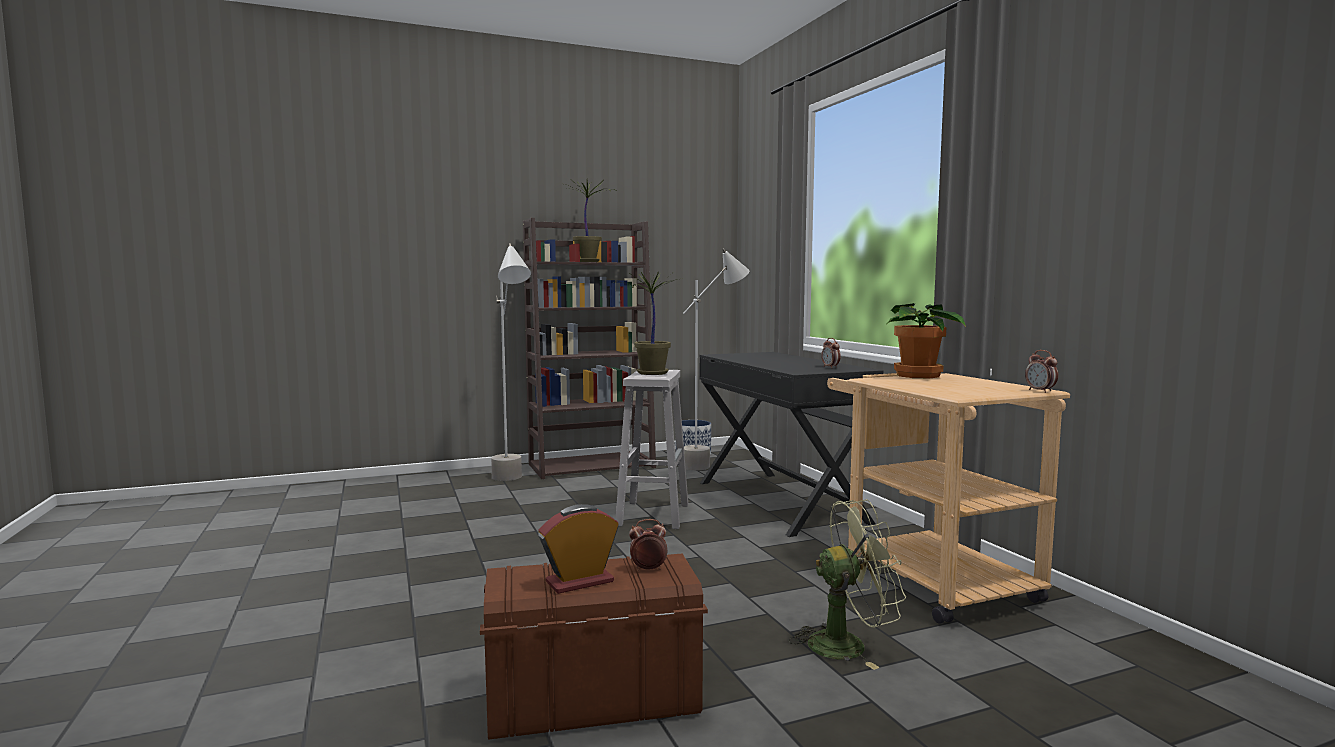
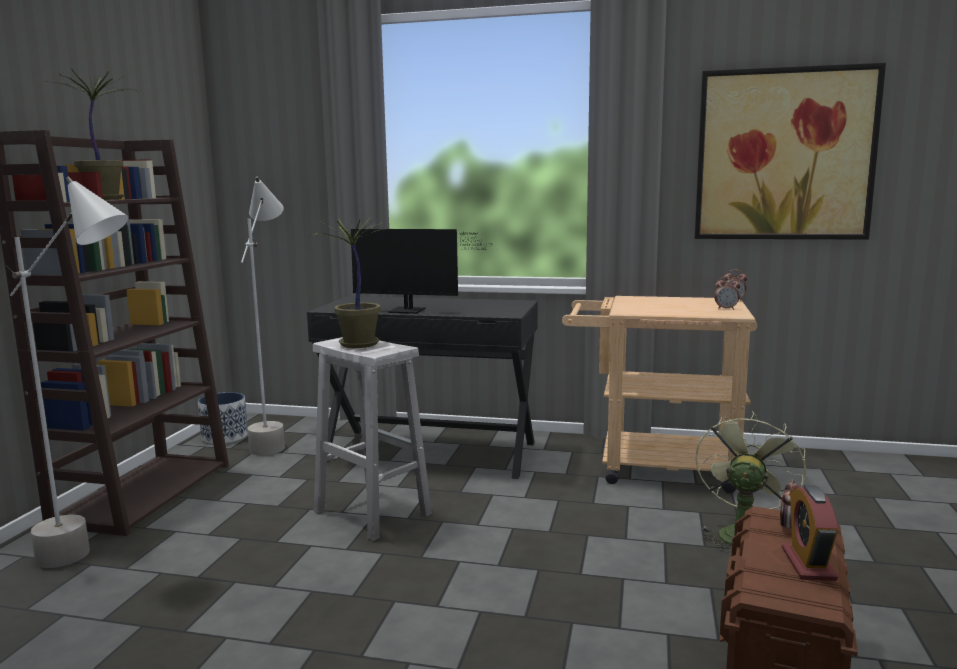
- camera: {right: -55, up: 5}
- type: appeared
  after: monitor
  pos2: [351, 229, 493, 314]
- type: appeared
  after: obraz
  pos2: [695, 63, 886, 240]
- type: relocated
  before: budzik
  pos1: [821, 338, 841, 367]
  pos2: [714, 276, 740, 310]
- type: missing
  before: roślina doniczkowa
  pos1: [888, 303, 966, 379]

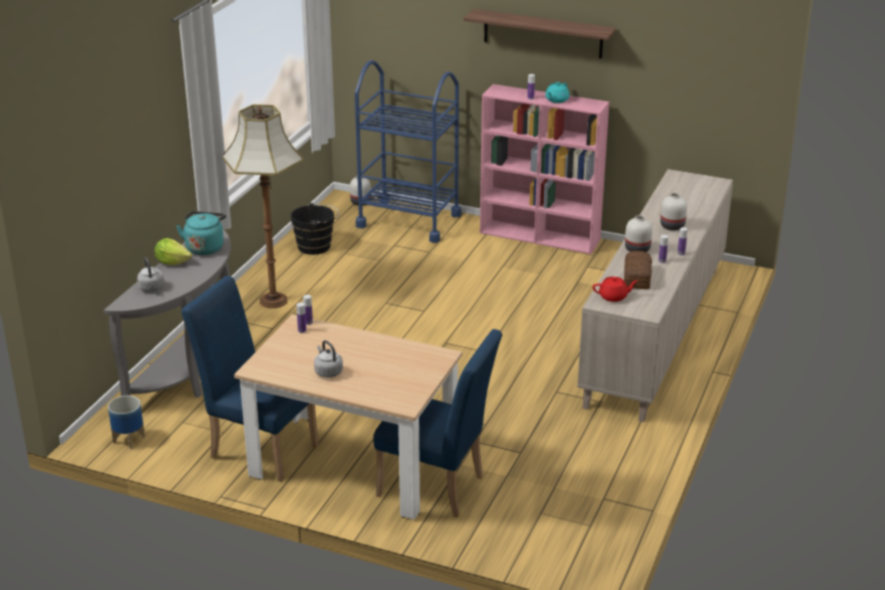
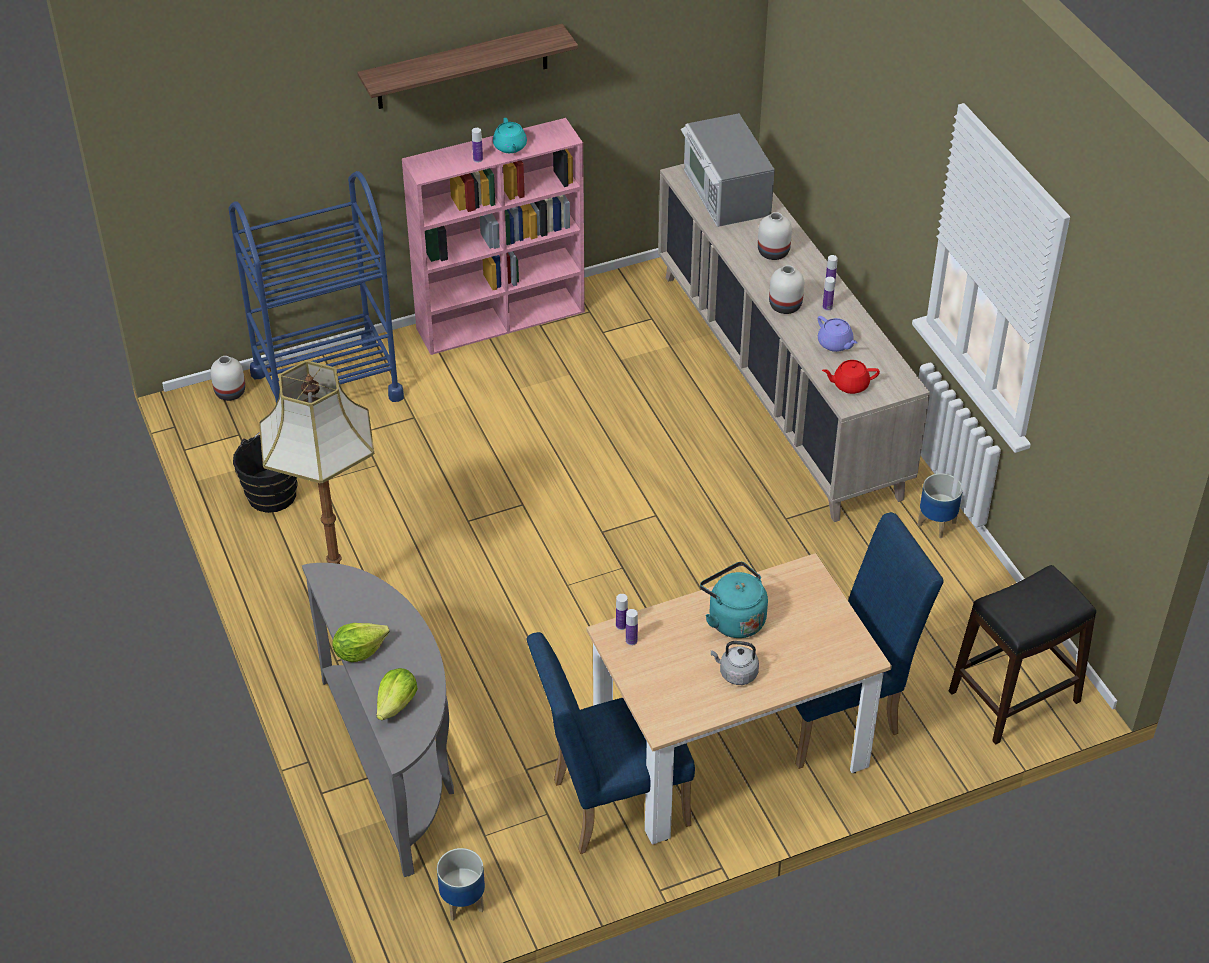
- camera: {right: -45, up: 15}
- type: exchanged
  before: czajnik/szary
  after: sałata
  pos1: [137, 257, 164, 291]
  pos2: [377, 668, 418, 720]
- type: appeared
  after: mikrofalówka
  pos2: [681, 113, 775, 227]
- type: relocated
  before: czajnik/turkusowy
  pos1: [176, 211, 226, 255]
  pos2: [700, 562, 768, 638]
- type: exchanged
  before: chleb
  after: imbryk/fioletowy
  pos1: [624, 251, 652, 289]
  pos2: [818, 316, 858, 352]
- type: spun
  before: imbryk/czerwony
  pos1: [593, 277, 638, 302]
  pos2: [822, 360, 880, 394]
  turn: -135
- type: appeared
  after: donica
  pos2: [918, 473, 963, 538]
- type: appeared
  after: stołek/czarny
  pos2: [949, 565, 1096, 745]

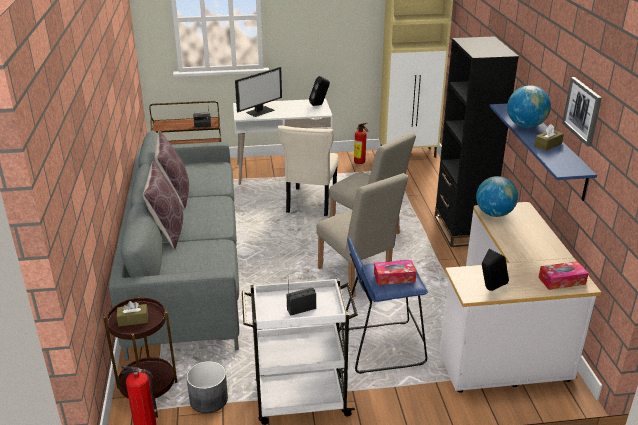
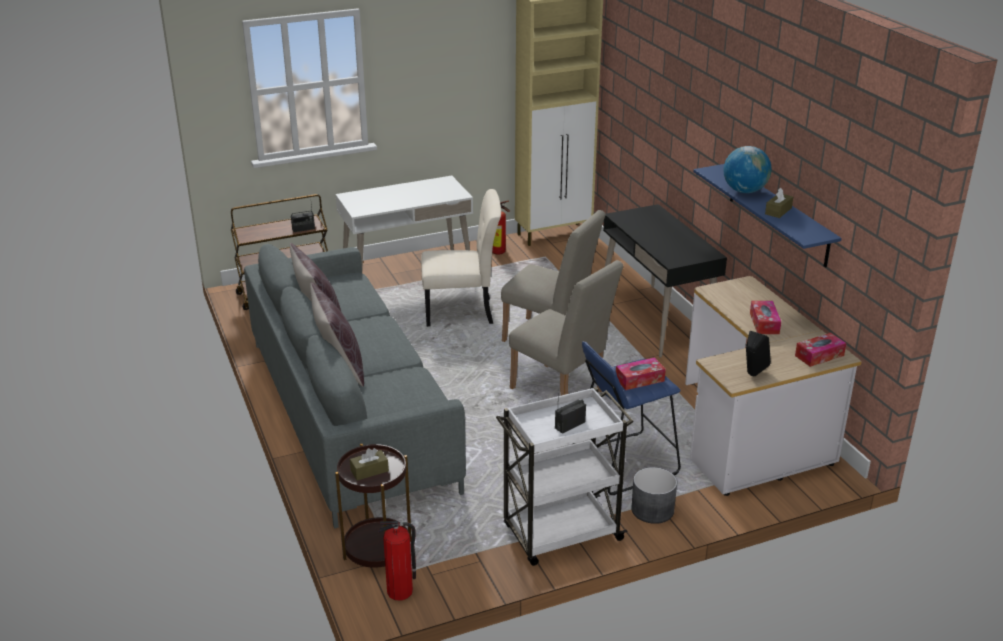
- camera: {right: -15, up: 0}
- type: spun
  before: krzesło/beżowy
  pos1: [278, 125, 339, 216]
  pos2: [421, 189, 501, 327]
  turn: -90
- type: exchanged
  before: regał/czarny
  after: biurko/czarny
  pos1: [435, 36, 519, 247]
  pos2: [603, 204, 727, 358]
- type: relocated
  before: donica/szary
  pos1: [186, 361, 228, 413]
  pos2: [631, 467, 677, 524]
- type: appeared
  after: pudełko chusteczek
  pos2: [750, 301, 781, 334]
- type: missing
  before: monitor
  pos1: [235, 67, 282, 117]
- type: missing
  before: głośnik/czarny
  pos1: [309, 76, 330, 106]
- type: missing
  before: globus
  pos1: [476, 176, 518, 217]
- type: missing
  before: obraz
  pos1: [562, 77, 602, 147]

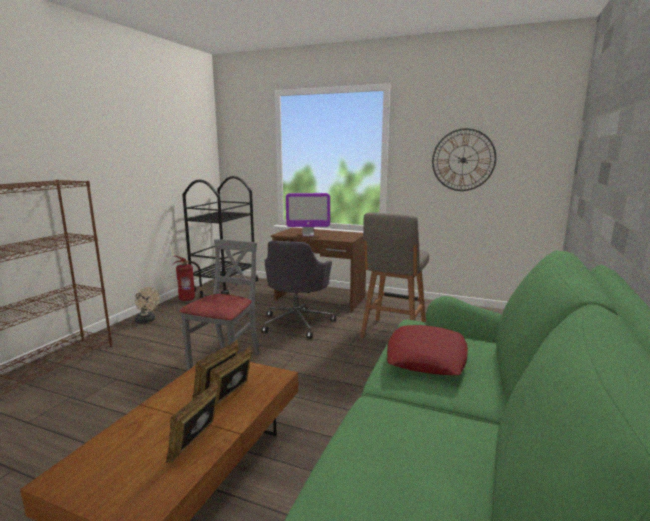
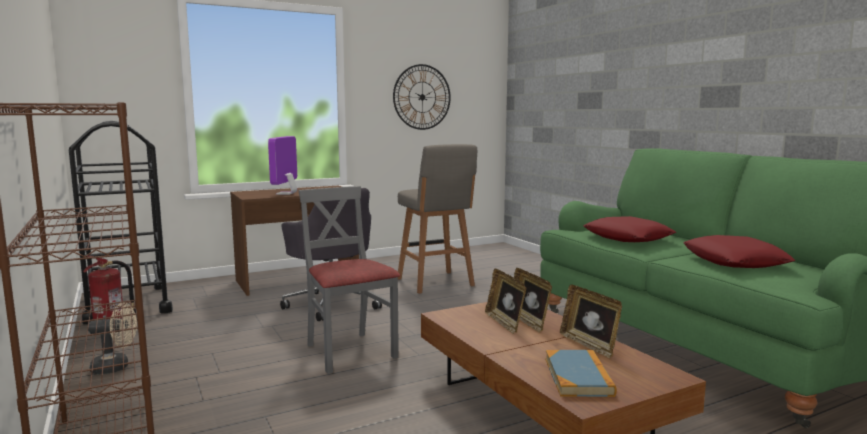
- camera: {right: -50, up: -5}
- type: spun
  before: monitor
  pos1: [286, 193, 330, 236]
  pos2: [268, 136, 297, 195]
  turn: 150
- type: appeared
  after: książka
  pos2: [545, 350, 617, 397]
- type: appeared
  after: poduszka/czerwony
  pos2: [684, 235, 796, 268]

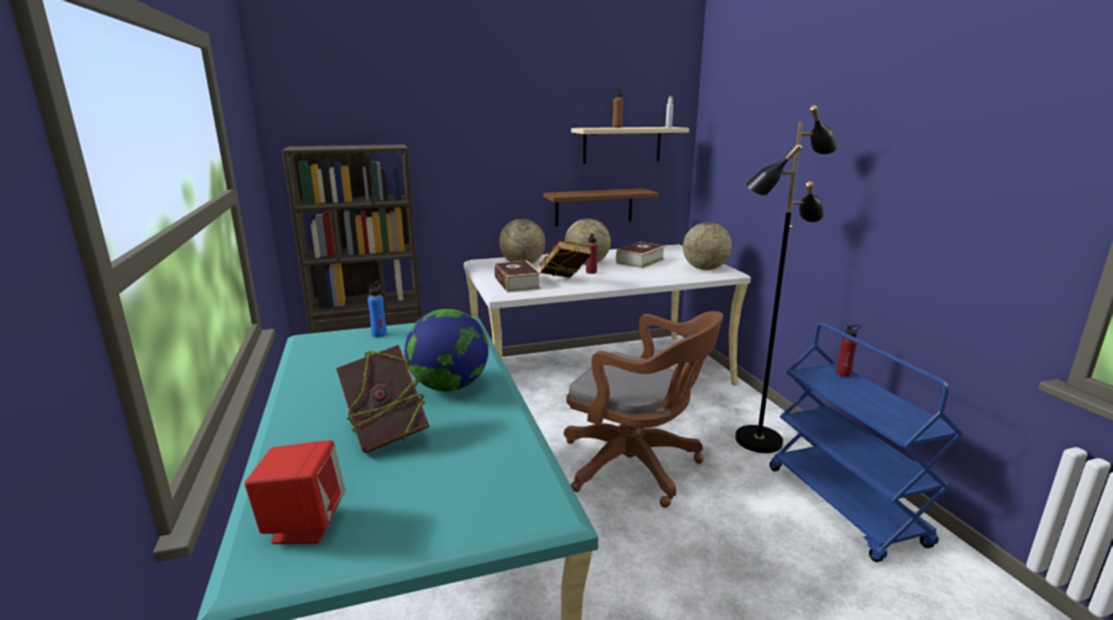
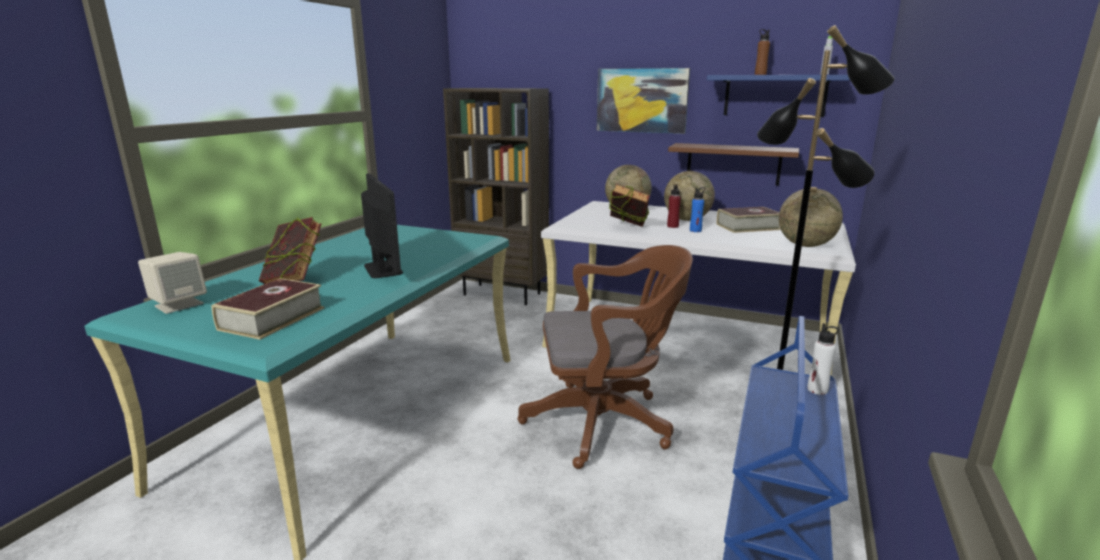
- camera: {right: 40, up: 0}
- type: colour
  before: głośnik/czerwony
  after: głośnik/beżowy
  pos1: [245, 440, 345, 544]
  pos2: [138, 252, 207, 314]
- type: relocated
  before: książka
  pos1: [494, 260, 541, 292]
  pos2: [211, 278, 324, 340]
- type: exchanged
  before: globus
  after: monitor
  pos1: [405, 309, 488, 391]
  pos2: [361, 173, 403, 278]
- type: spun
  before: krzesło biurowe/brązowy
  pos1: [564, 311, 723, 508]
  pos2: [517, 245, 693, 469]
  turn: -75
- type: appeared
  after: obraz
  pos2: [597, 68, 690, 134]
- type: relocated
  before: butelka/niebieski
  pos1: [368, 281, 387, 337]
  pos2: [690, 187, 705, 232]
- type: colour
  before: półka/beżowy
  after: półka/niebieski
  pos1: [571, 127, 689, 164]
  pos2: [707, 75, 850, 117]
- type: colour
  before: butelka/czerwony
  after: butelka/biały
  pos1: [836, 324, 861, 377]
  pos2: [807, 323, 839, 395]

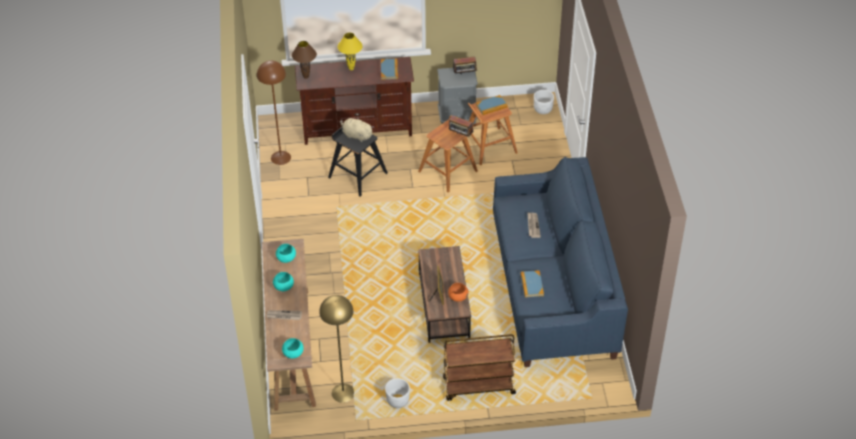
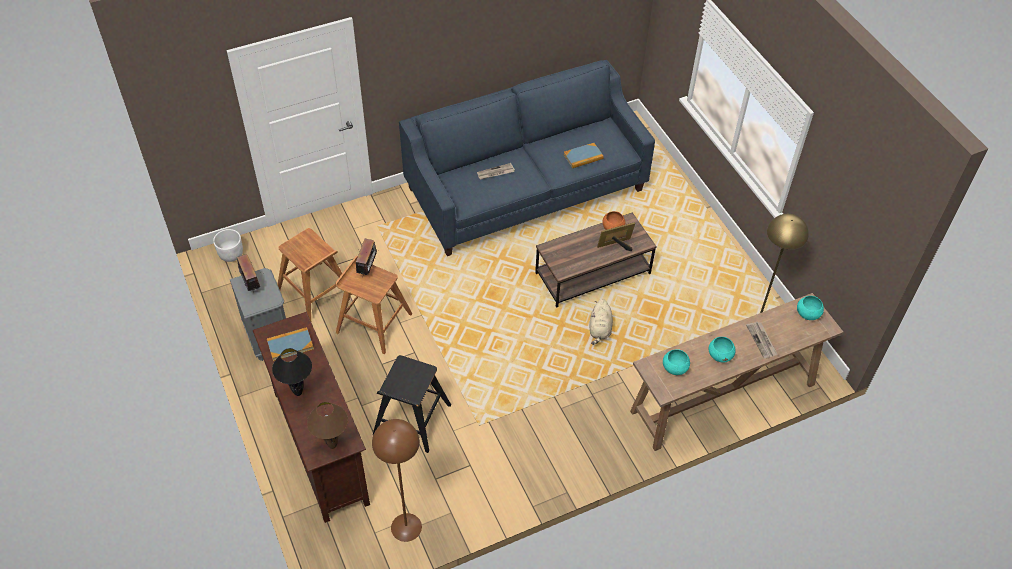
- camera: {right: -110, up: 5}
- type: colour
  before: lampa stołowa/żółty
  after: lampa stołowa/czarny
  pos1: [338, 33, 362, 70]
  pos2: [272, 348, 312, 396]
- type: relocated
  before: pluszak/beżowy
  pos1: [340, 117, 374, 142]
  pos2: [590, 299, 613, 345]
- type: missing
  before: donica/biały
  pos1: [385, 378, 410, 408]
- type: missing
  before: wózek/brązowy
  pos1: [443, 334, 516, 401]
- type: missing
  before: książka
  pos1: [476, 95, 508, 115]

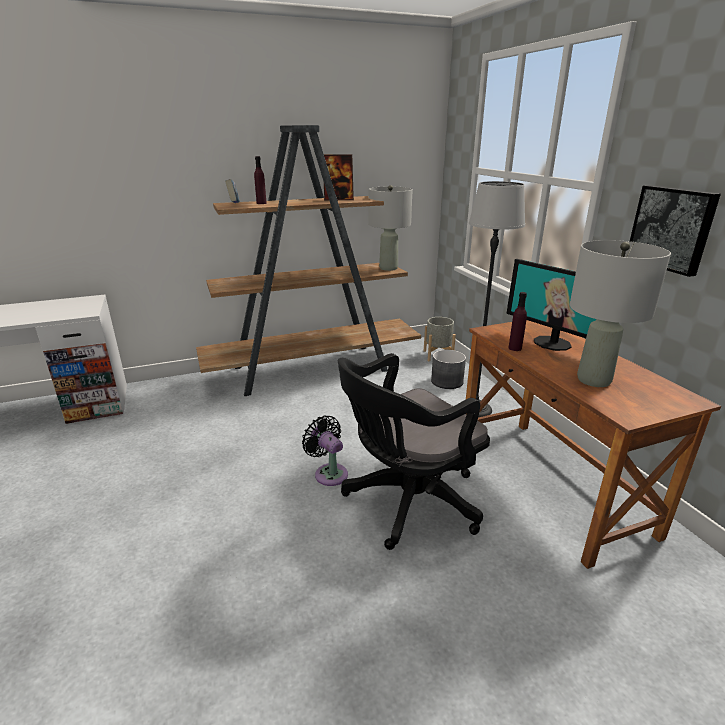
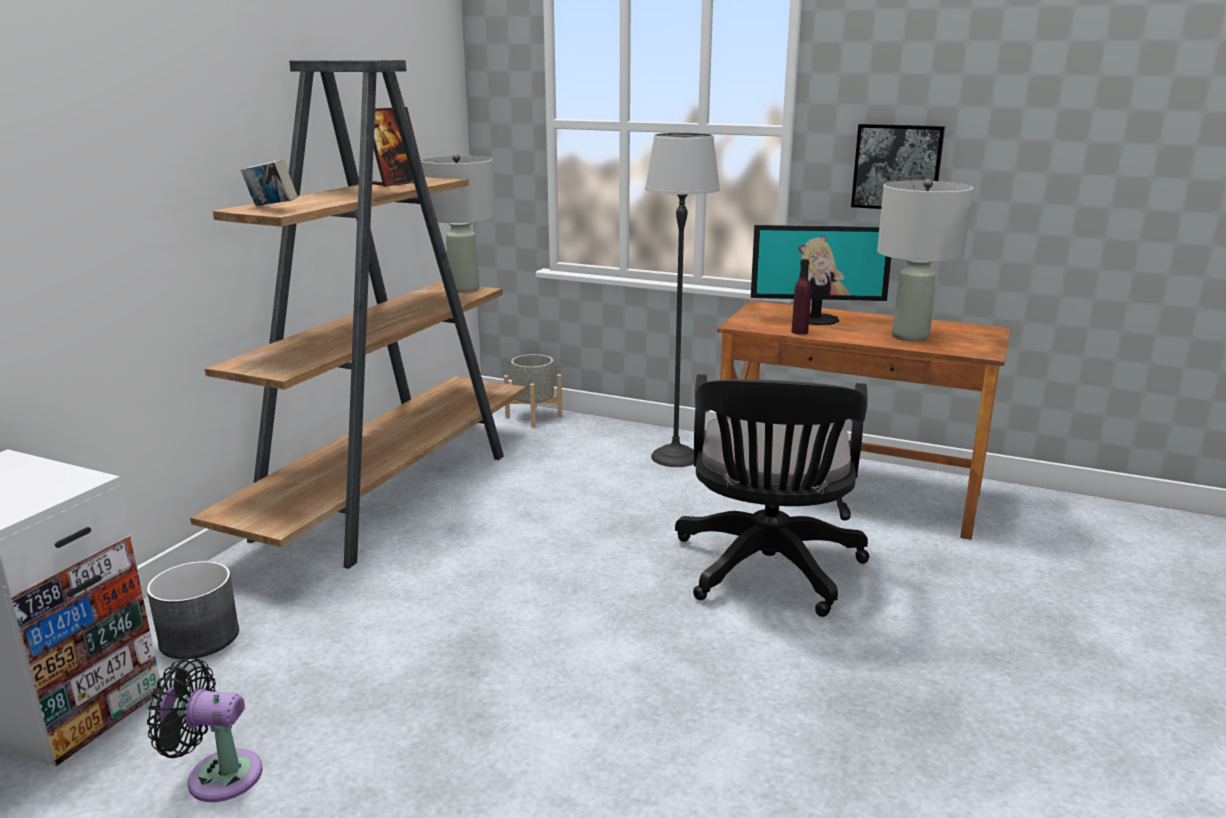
- camera: {right: -45, up: -5}
- type: relocated
  before: donica/szary
  pos1: [431, 350, 466, 389]
  pos2: [147, 561, 239, 659]
- type: relocated
  before: wentylator/czarny
  pos1: [302, 415, 348, 486]
  pos2: [147, 657, 263, 802]
- type: missing
  before: butelka/fioletowy
  pos1: [254, 156, 267, 204]

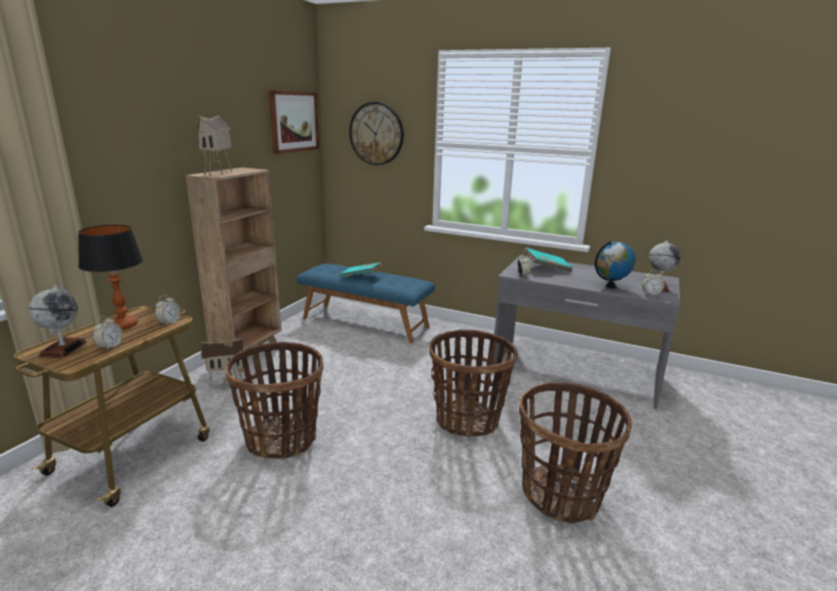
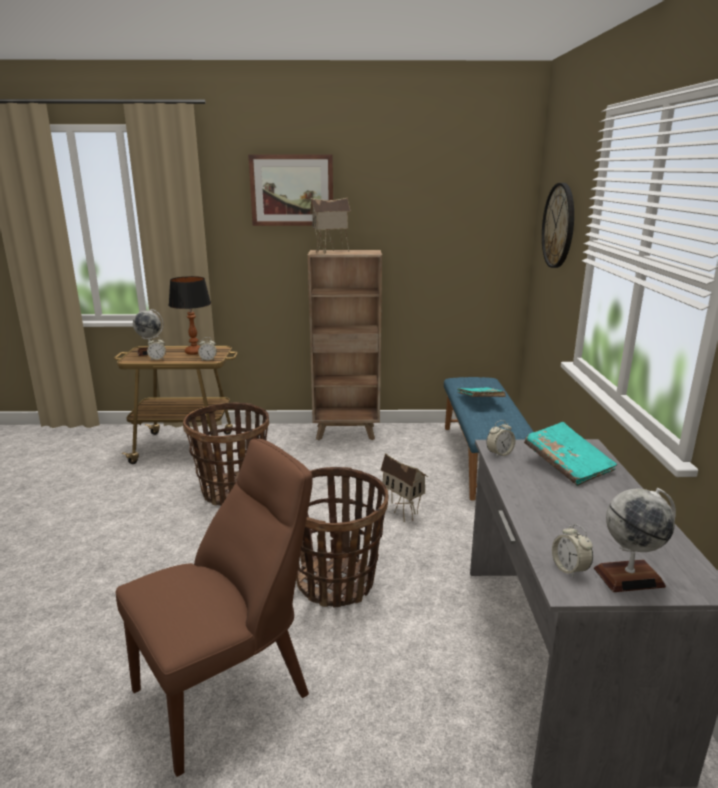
- camera: {right: 65, up: 0}
- type: exchanged
  before: koszyk
  after: krzesło/brązowy
  pos1: [519, 382, 632, 523]
  pos2: [115, 439, 313, 777]
- type: relocated
  before: obraz
  pos1: [268, 90, 319, 154]
  pos2: [248, 155, 333, 226]
- type: relocated
  before: domek
  pos1: [201, 338, 245, 393]
  pos2: [381, 453, 428, 522]
- type: missing
  before: globus
  pos1: [595, 241, 636, 289]

